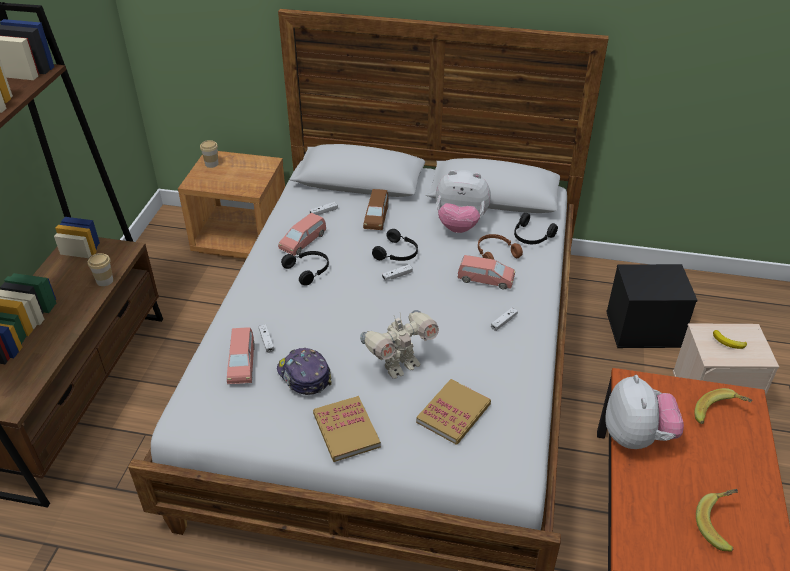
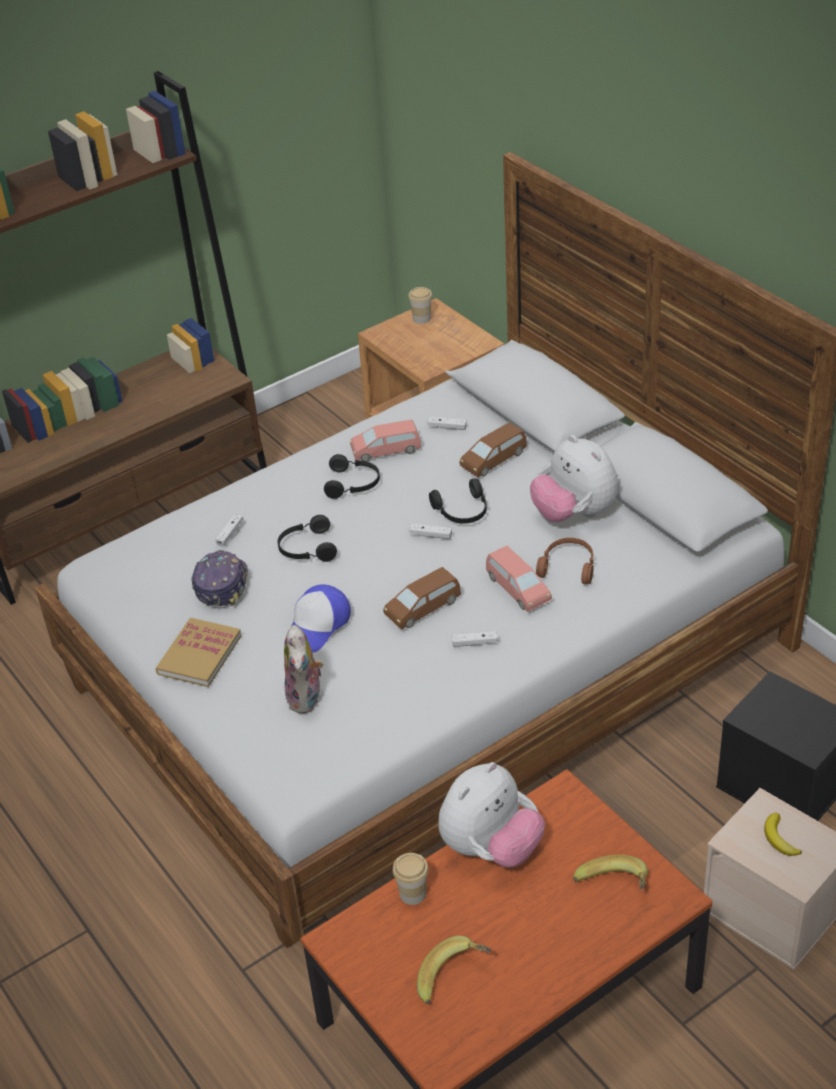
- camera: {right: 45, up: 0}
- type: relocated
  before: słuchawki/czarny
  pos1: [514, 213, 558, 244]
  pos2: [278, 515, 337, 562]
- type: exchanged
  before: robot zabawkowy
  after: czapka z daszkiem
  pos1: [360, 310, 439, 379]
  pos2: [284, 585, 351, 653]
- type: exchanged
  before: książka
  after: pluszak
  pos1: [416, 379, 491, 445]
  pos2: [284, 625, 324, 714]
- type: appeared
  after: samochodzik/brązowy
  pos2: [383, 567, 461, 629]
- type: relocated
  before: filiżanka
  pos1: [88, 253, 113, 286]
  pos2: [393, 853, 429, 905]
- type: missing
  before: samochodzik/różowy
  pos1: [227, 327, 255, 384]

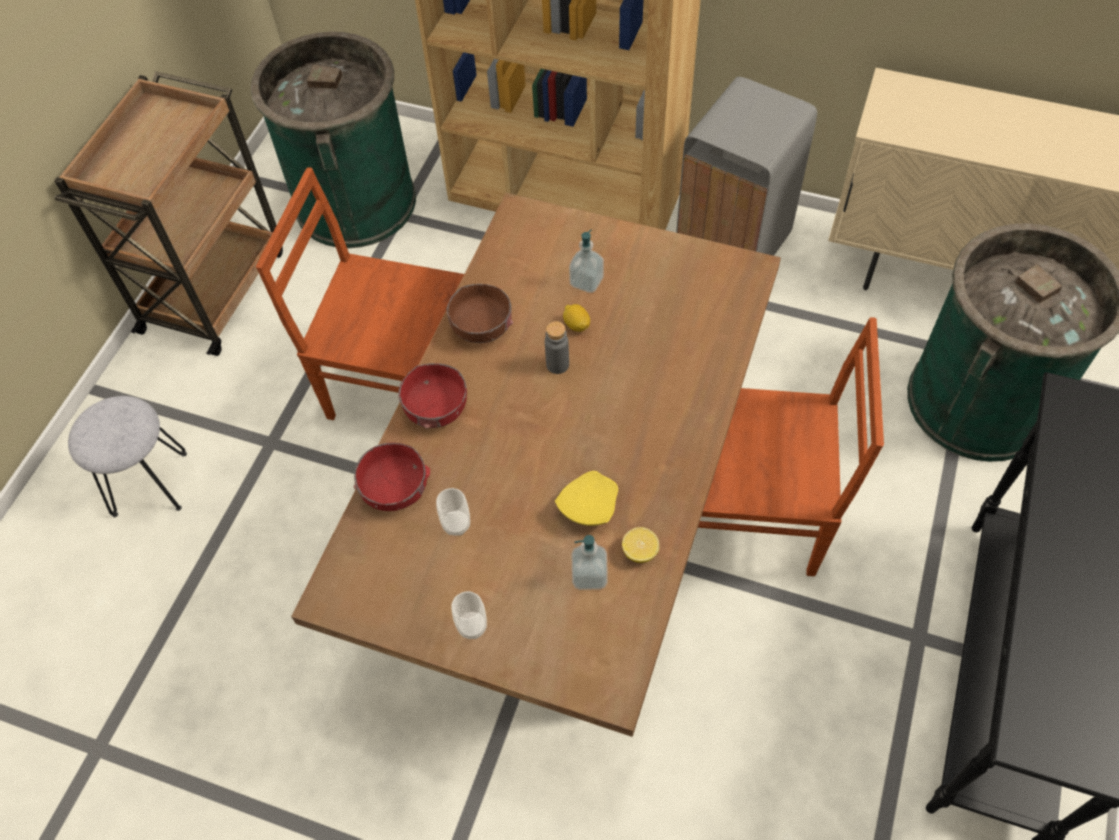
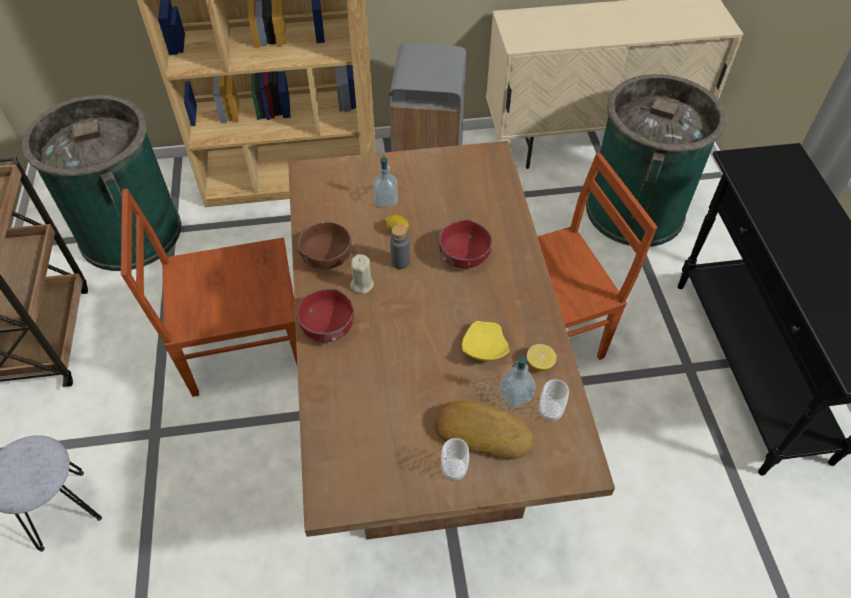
- camera: {right: -30, up: -5}
- type: appeared
  after: świeca/beżowy
  pos2: [350, 254, 374, 294]
- type: appeared
  after: chleb
  pos2: [434, 401, 533, 459]
- type: relocated
  before: miska/czerwony
  pos1: [353, 443, 430, 511]
  pos2: [439, 219, 492, 269]
- type: relocated
  before: filiżanka
  pos1: [436, 488, 470, 536]
  pos2: [539, 379, 569, 422]

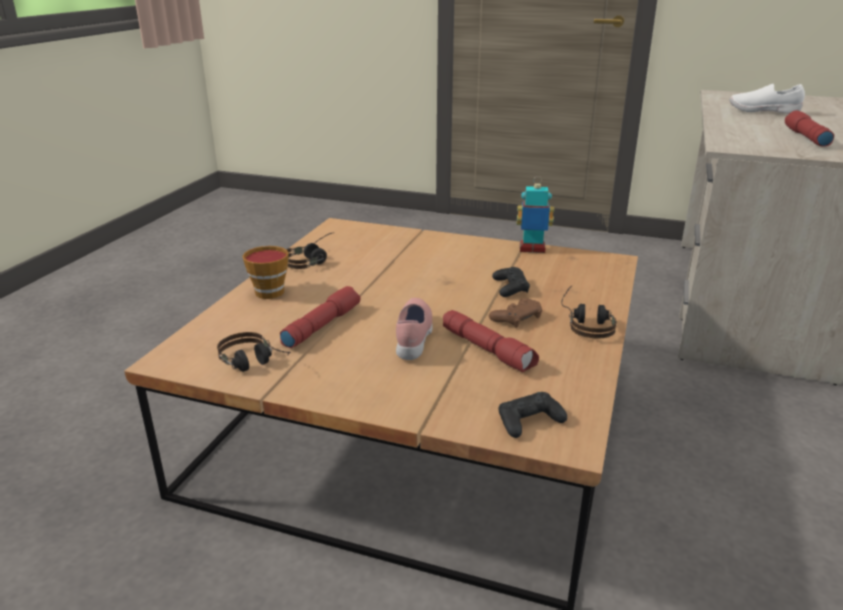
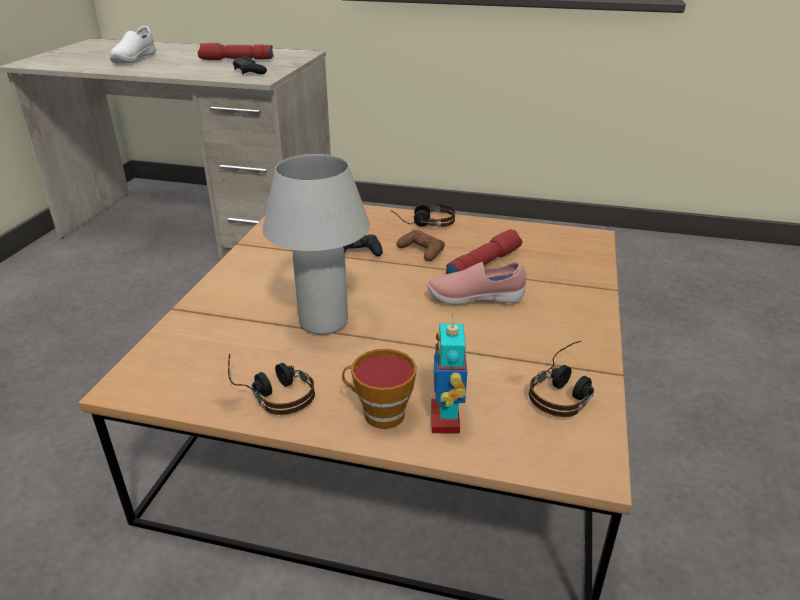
- camera: {right: -95, up: 5}
- type: relocated
  before: pad do gier/czarny
  pos1: [498, 392, 567, 438]
  pos2: [233, 56, 267, 75]
- type: appeared
  after: lampa stołowa/biały
  pos2: [262, 154, 370, 335]
- type: relocated
  before: robot zabawkowy
  pos1: [517, 176, 554, 253]
  pos2: [431, 315, 467, 434]
- type: missing
  before: latarka/czerwony
  pos1: [280, 286, 361, 348]

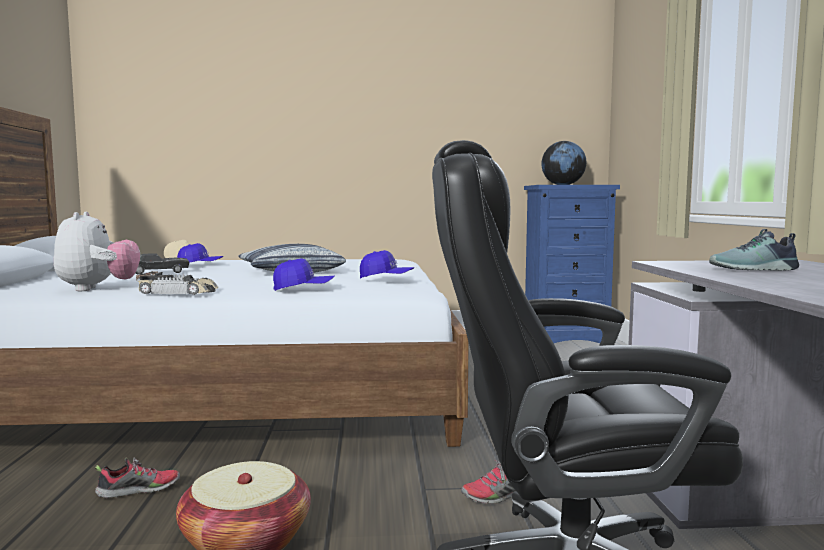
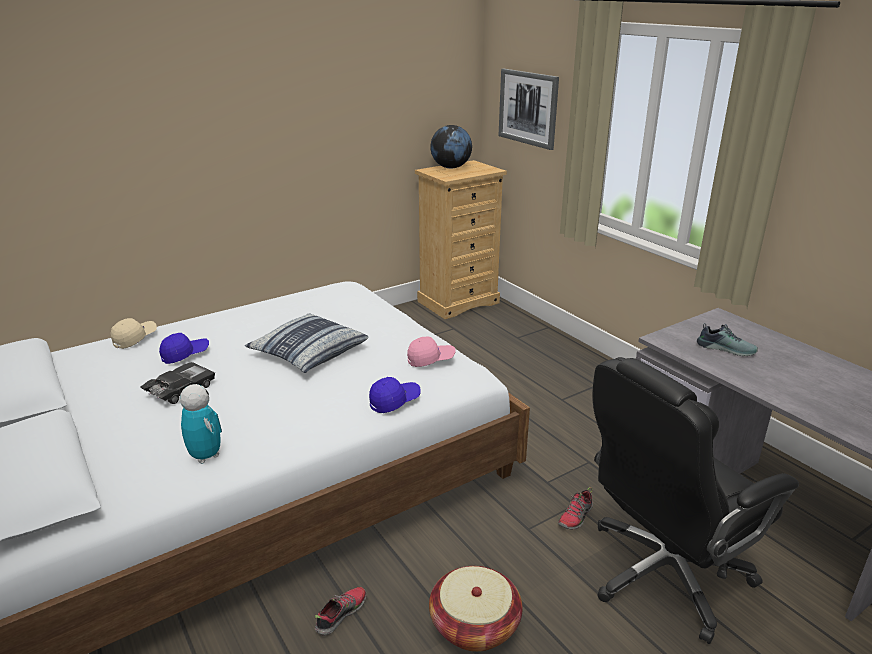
- camera: {right: -30, up: 20}
- type: exchanged
  before: pluszak
  after: robot zabawkowy
  pos1: [54, 212, 140, 291]
  pos2: [180, 384, 222, 464]
- type: colour
  before: czapka z daszkiem/niebieski
  after: czapka z daszkiem/różowy
  pos1: [360, 250, 415, 279]
  pos2: [407, 336, 456, 367]
- type: colour
  before: komoda/niebieski
  after: komoda/beżowy
  pos1: [524, 185, 620, 343]
  pos2: [415, 160, 507, 319]
- type: appeared
  after: obraz
  pos2: [499, 69, 559, 150]
- type: spun
  before: but
  pos1: [709, 229, 799, 271]
  pos2: [697, 323, 758, 356]
  turn: -120
- type: missing
  before: samochodzik
  pos1: [136, 271, 219, 295]

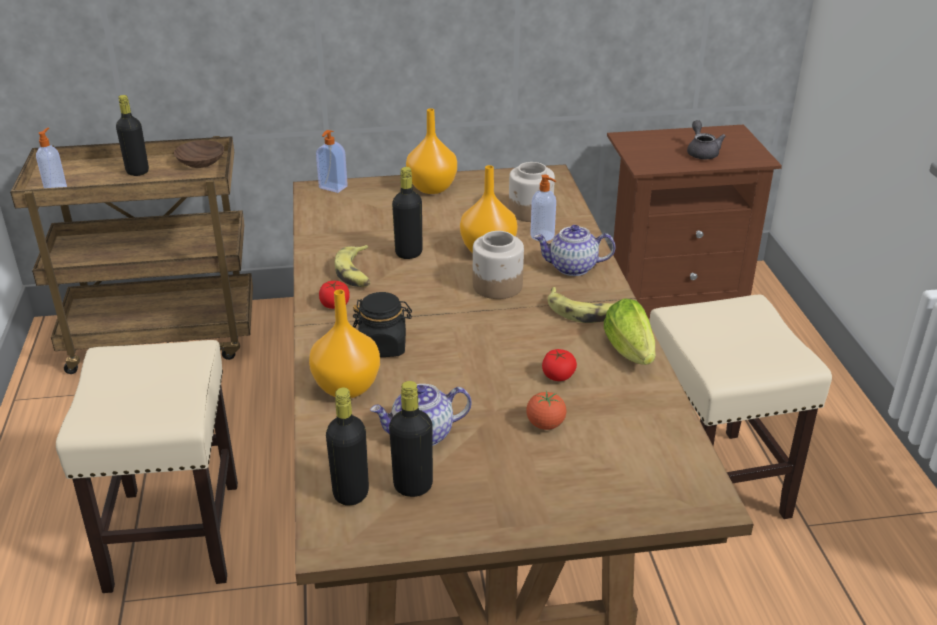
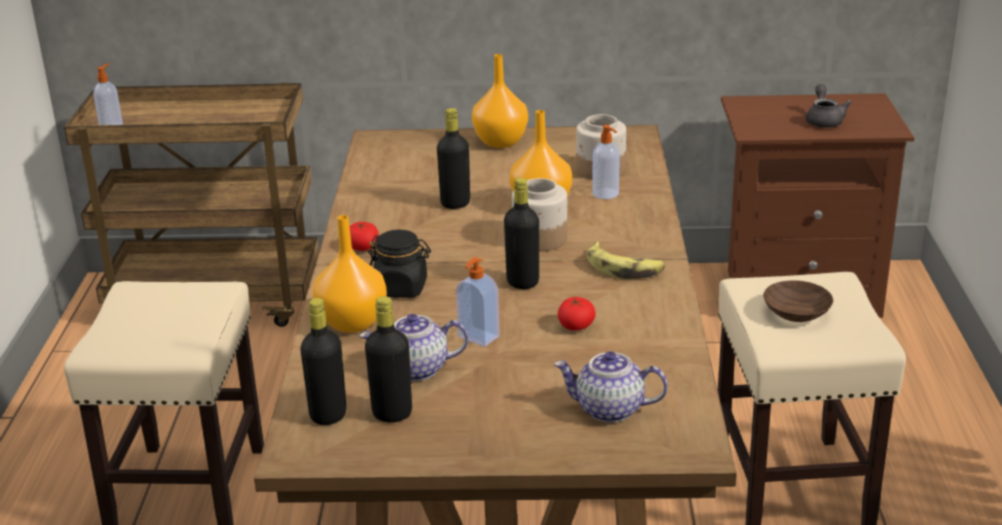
- camera: {right: 10, up: -5}
- type: relocated
  before: dozownik mydła
  pos1: [316, 130, 348, 193]
  pos2: [456, 257, 500, 347]
- type: relocated
  before: butelka/czarny
  pos1: [116, 95, 149, 176]
  pos2: [504, 178, 539, 289]
- type: relocated
  before: imbryk
  pos1: [534, 225, 616, 276]
  pos2: [554, 351, 668, 423]
- type: relocated
  before: miska/brązowy
  pos1: [174, 140, 224, 168]
  pos2: [763, 280, 833, 322]
- type: missing
  before: banan
  pos1: [334, 245, 371, 287]
- type: missing
  before: pomidor
  pos1: [526, 391, 567, 430]
- type: missing
  before: sałata
  pos1: [604, 298, 656, 365]

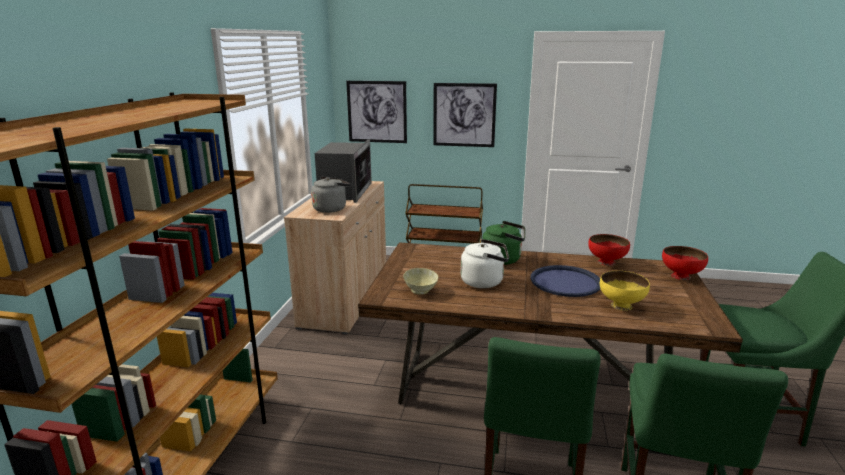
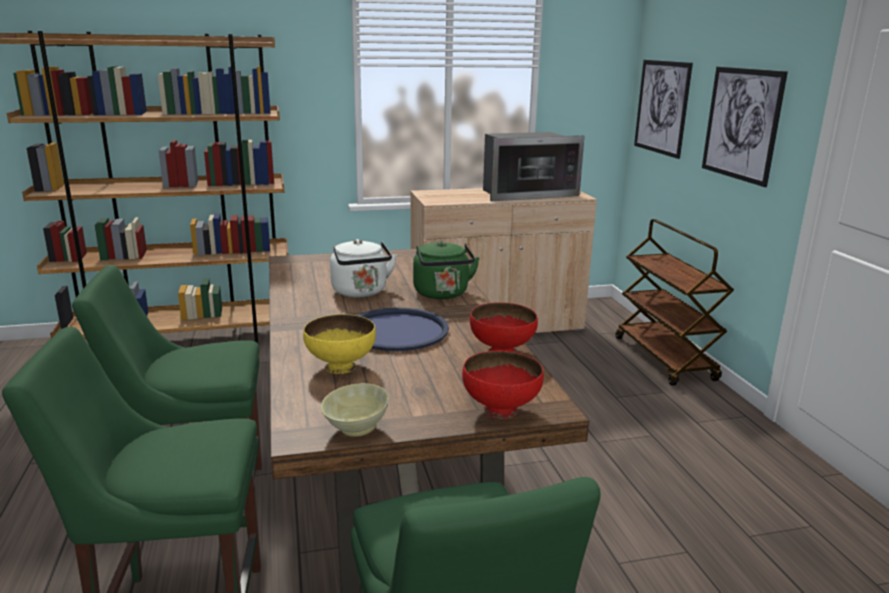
- camera: {right: 65, up: 0}
- type: relocated
  before: miska/beżowy
  pos1: [403, 268, 438, 295]
  pos2: [321, 383, 389, 437]
- type: missing
  before: czajnik/szary
  pos1: [311, 177, 351, 213]

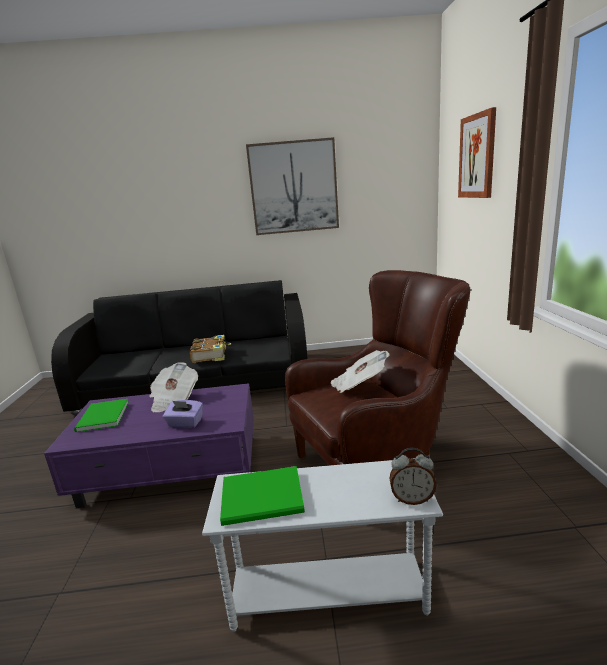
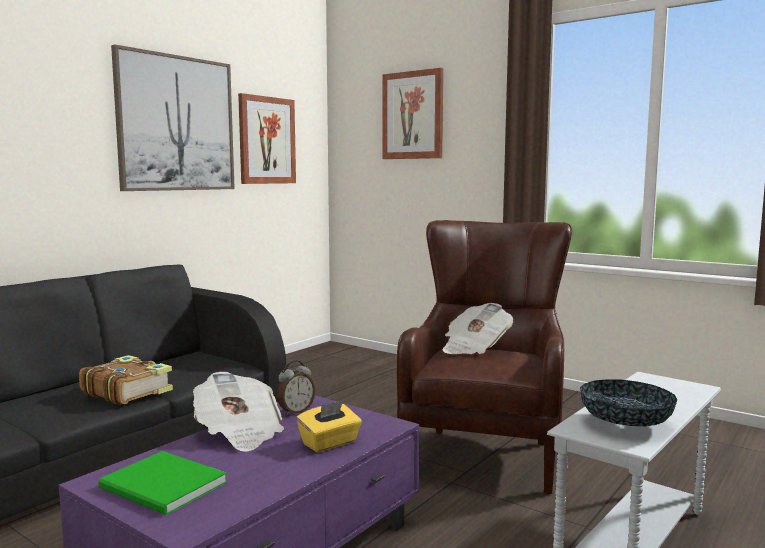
- camera: {right: -50, up: -10}
- type: appeared
  after: obraz
  pos2: [238, 93, 296, 184]
- type: relocated
  before: budzik
  pos1: [389, 448, 436, 505]
  pos2: [277, 360, 315, 416]
- type: colour
  before: pudełko chusteczek/fioletowy
  after: pudełko chusteczek/żółty
  pos1: [163, 400, 203, 428]
  pos2: [296, 401, 362, 453]
- type: exchanged
  before: książka/zielony
  after: miska
  pos1: [220, 466, 305, 526]
  pos2: [580, 379, 677, 426]

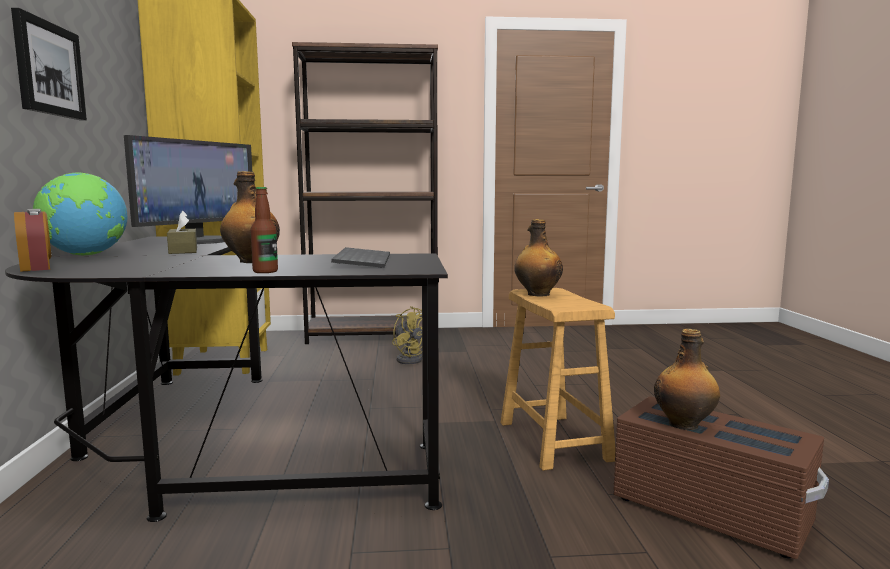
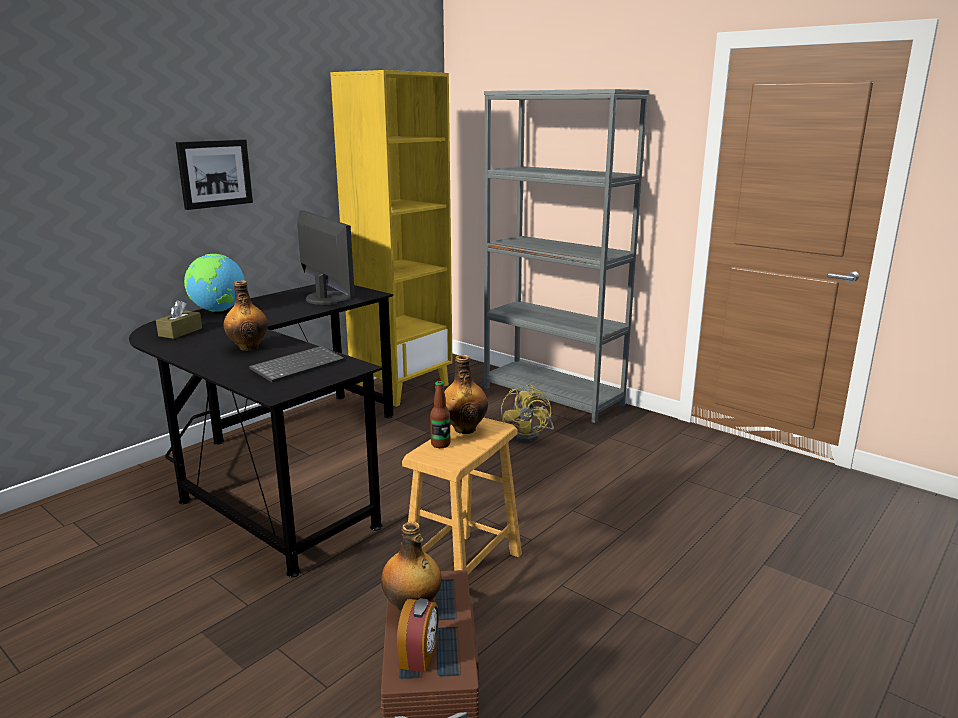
- camera: {right: 45, up: 10}
- type: relocated
  before: pudełko chusteczek/brązowy
  pos1: [167, 210, 197, 254]
  pos2: [156, 300, 202, 339]
- type: spun
  before: monitor
  pos1: [124, 135, 252, 244]
  pos2: [297, 210, 355, 305]
  turn: -105
- type: relocated
  before: budzik
  pos1: [14, 209, 52, 272]
  pos2: [397, 598, 439, 673]
- type: relocated
  before: butelka
  pos1: [250, 187, 278, 273]
  pos2: [430, 381, 450, 448]
- type: colour
  before: regał/brązowy
  after: regał/szary
  pos1: [292, 42, 438, 344]
  pos2: [484, 89, 649, 423]

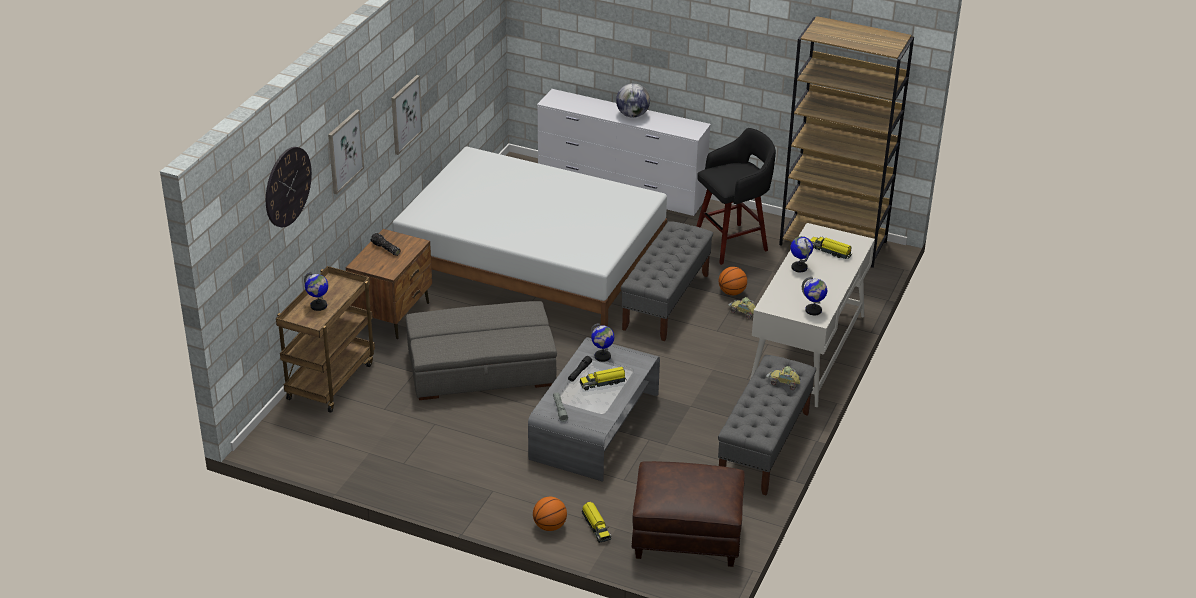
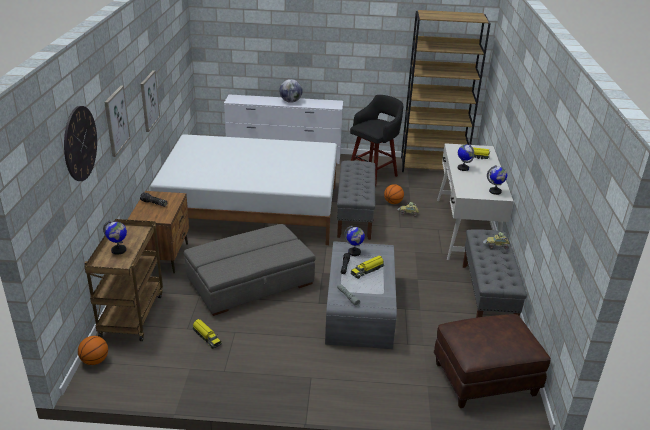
- camera: {right: -20, up: -5}
- type: relocated
  before: piłka do koszykówki
  pos1: [533, 497, 567, 531]
  pos2: [78, 336, 108, 365]
- type: relocated
  before: ciężarówka zabawkowa
  pos1: [582, 501, 611, 543]
  pos2: [193, 319, 222, 349]

